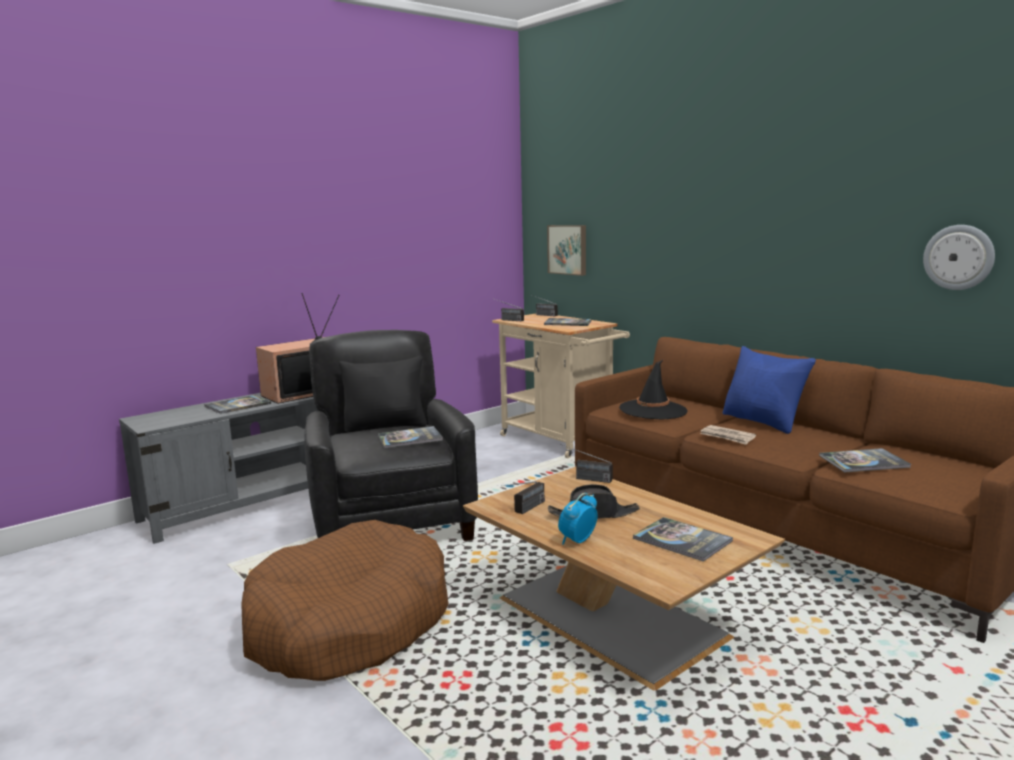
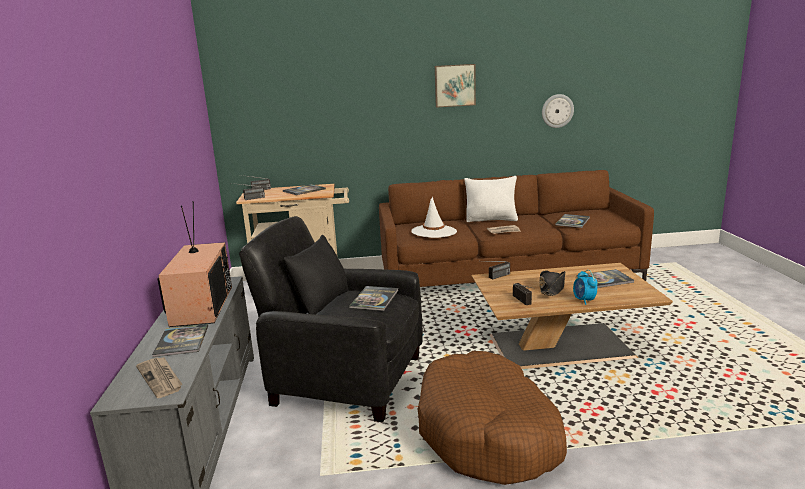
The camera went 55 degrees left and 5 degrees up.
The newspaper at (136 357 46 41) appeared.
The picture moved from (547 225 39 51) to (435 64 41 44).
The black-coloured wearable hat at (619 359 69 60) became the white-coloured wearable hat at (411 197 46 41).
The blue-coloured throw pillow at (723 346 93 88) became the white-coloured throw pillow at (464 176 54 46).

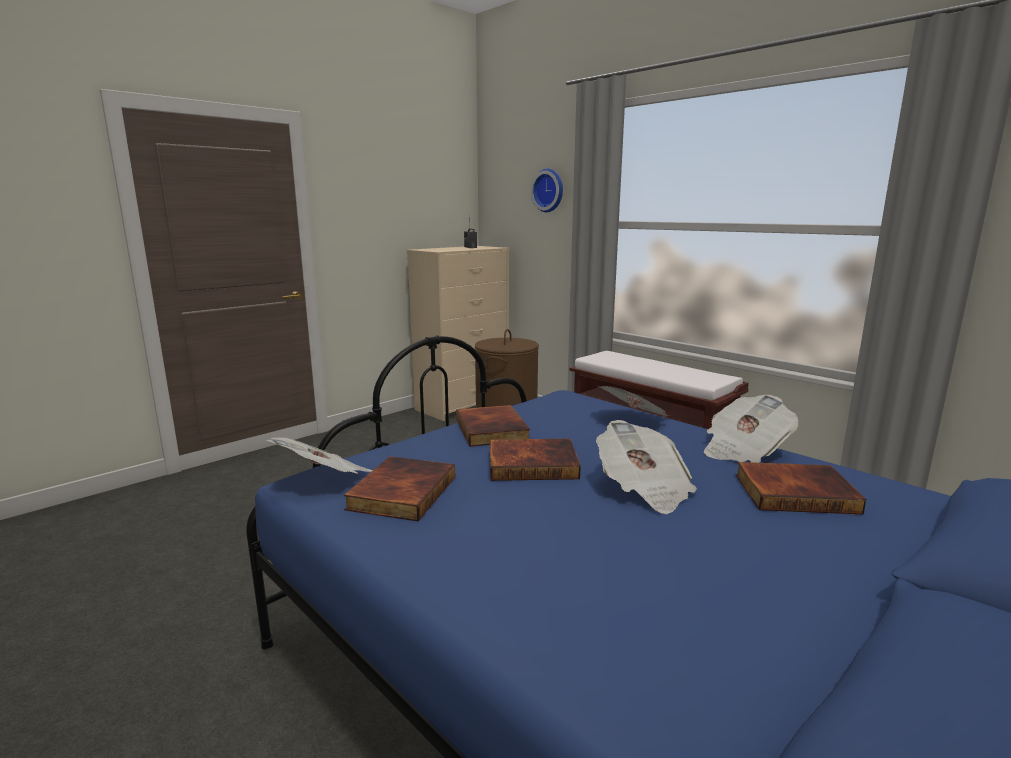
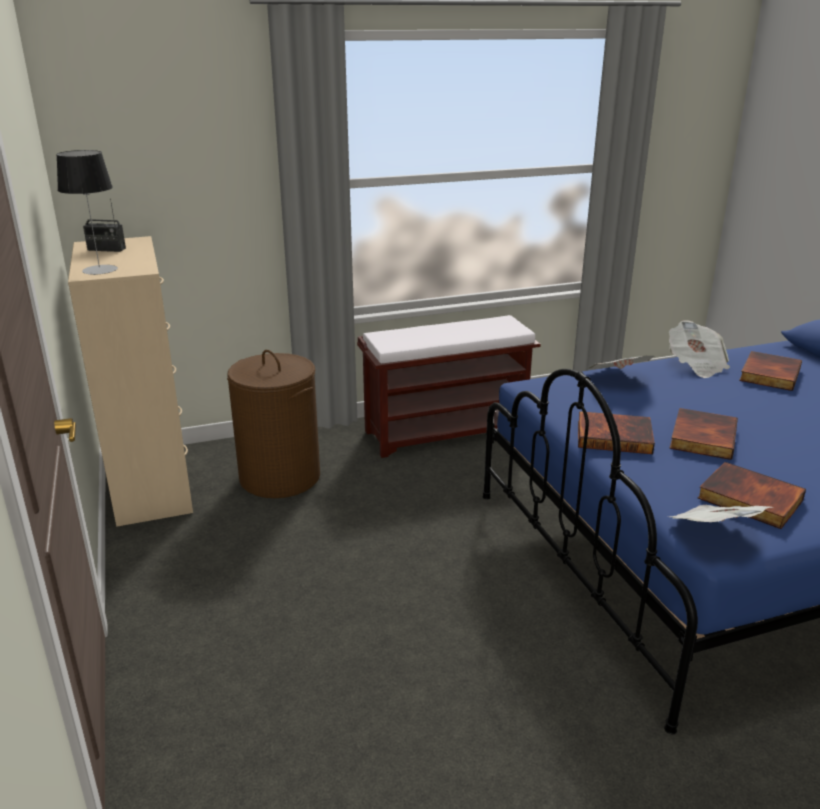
The camera went 65 degrees left and 10 degrees up.
The hanging clock at (531 169 32 43) disappeared.
The newspaper at (596 420 101 94) disappeared.
The table lamp at (56 150 62 125) appeared.

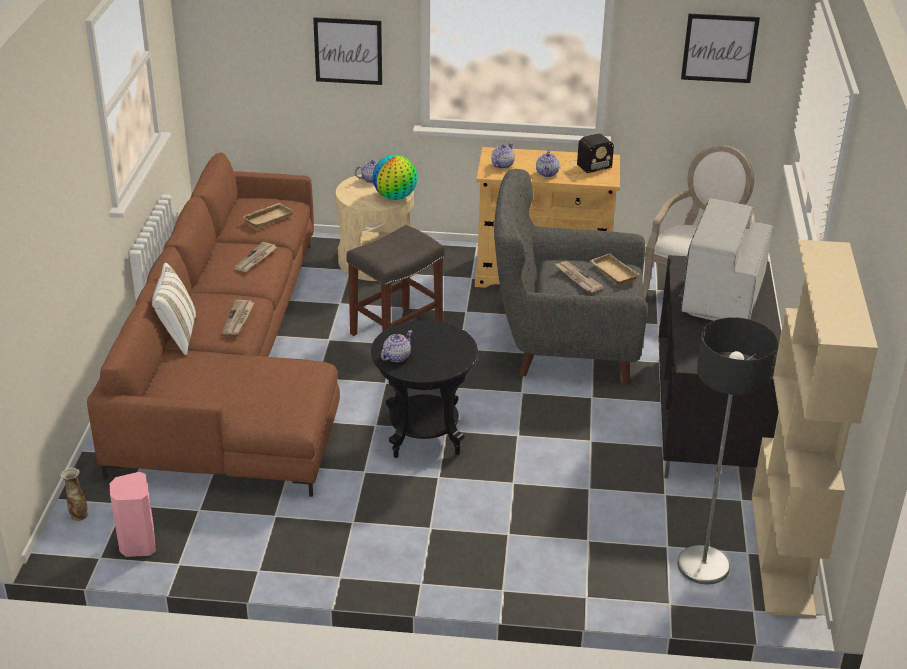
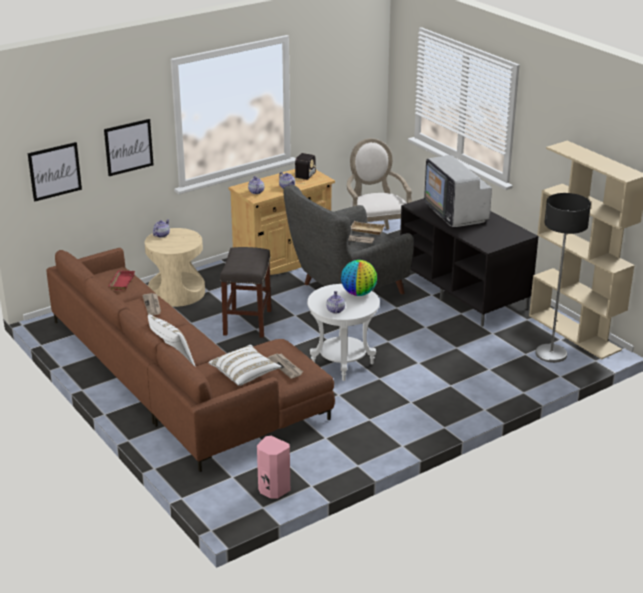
The camera went 40 degrees left and 5 degrees down.
The flower vase at (60 467 28 54) disappeared.
The white-coloured throw pillow at (208 344 73 42) appeared.
The newspaper moved from (222 300 32 35) to (267 354 36 25).
The globe moved from (372 155 45 45) to (341 260 36 36).
The picture moved from (681 14 79 69) to (27 142 55 60).
The sand-coloured tray at (242 203 51 26) became the red-coloured tray at (109 270 26 20).
The black-coloured side table at (371 320 107 138) became the white-coloured side table at (307 284 73 97).

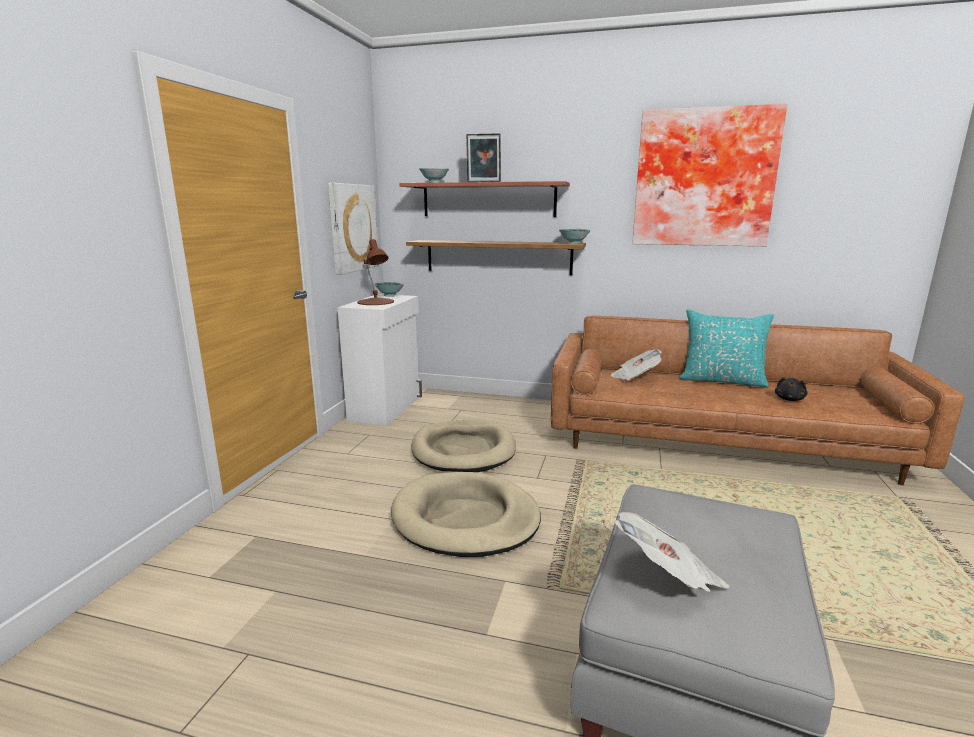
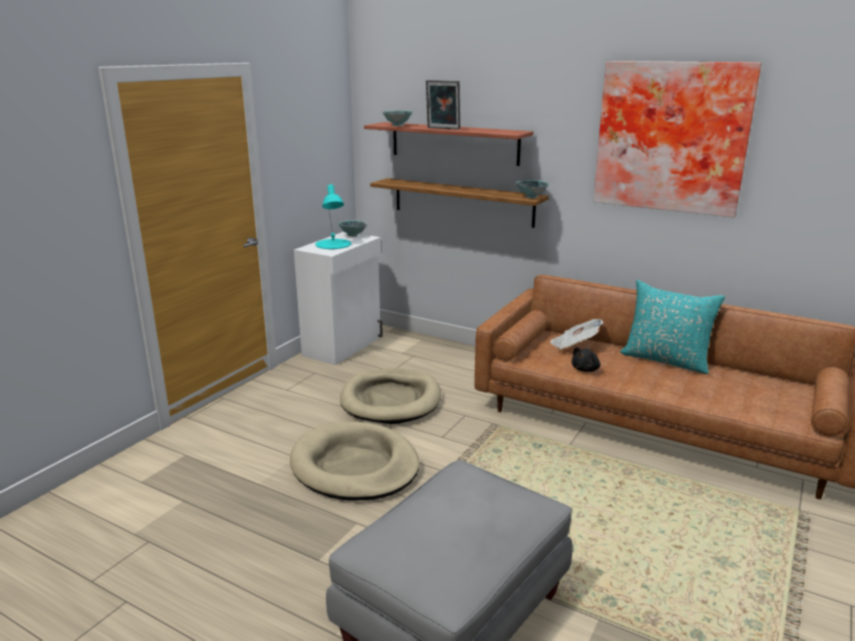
The camera went 15 degrees right and 5 degrees up.
The picture at (328 183 51 92) disappeared.
The newspaper at (614 512 116 80) disappeared.
The black-coloured cuddly toy moved from (775 377 32 24) to (571 347 29 25).
The brown-coloured table lamp at (357 239 37 66) became the turquoise table lamp at (315 184 36 65).

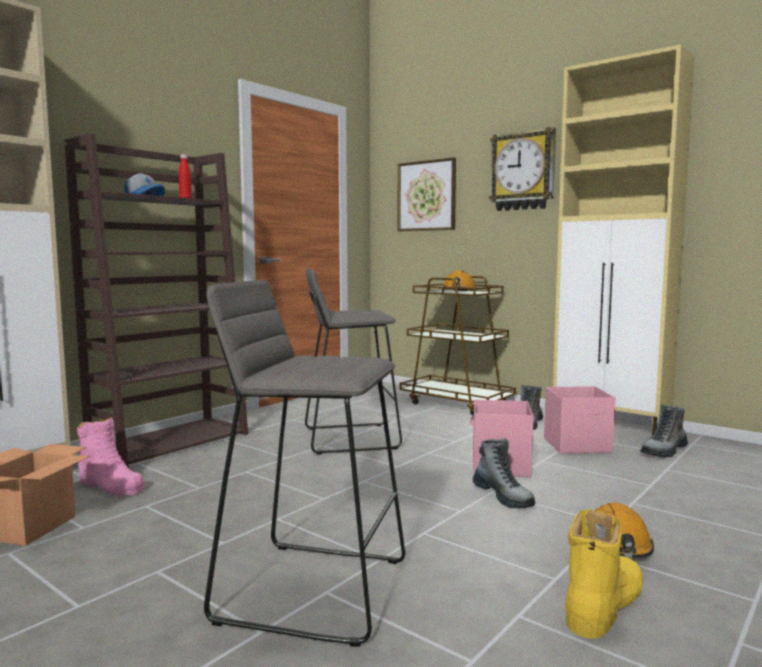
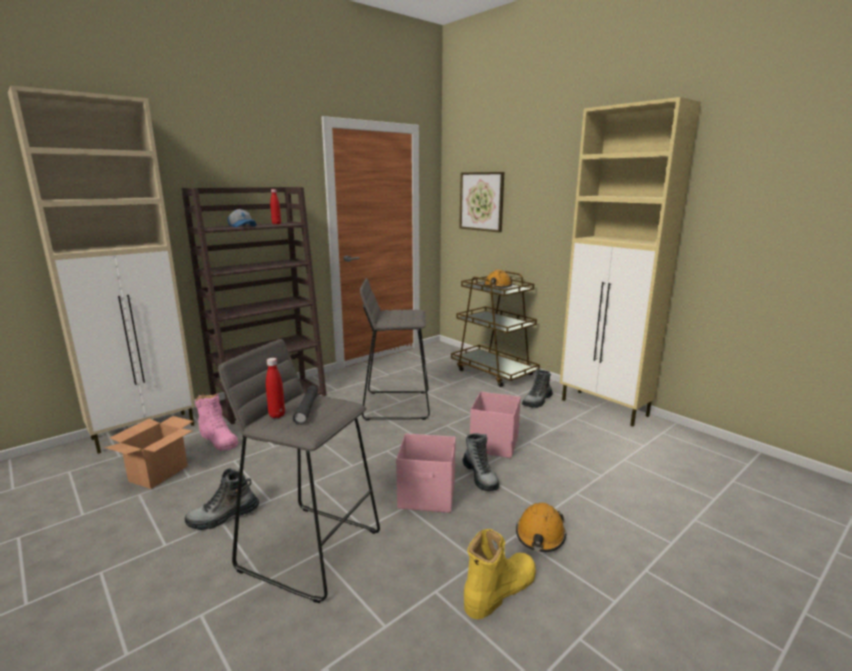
The camera went 10 degrees right and 10 degrees up.
The hanging clock at (489 127 67 84) disappeared.
The red-coloured beverage bottle at (266 358 19 60) appeared.
The grey hand torch at (293 385 25 40) appeared.
The pinkish storage container moved from (544 386 71 68) to (396 433 60 80).
The high-top boot moved from (640 404 48 54) to (185 468 74 62).

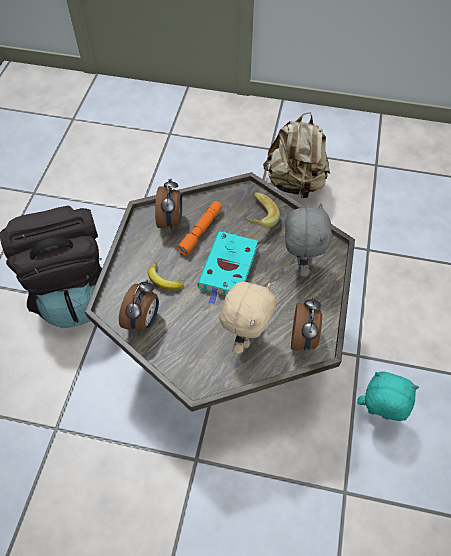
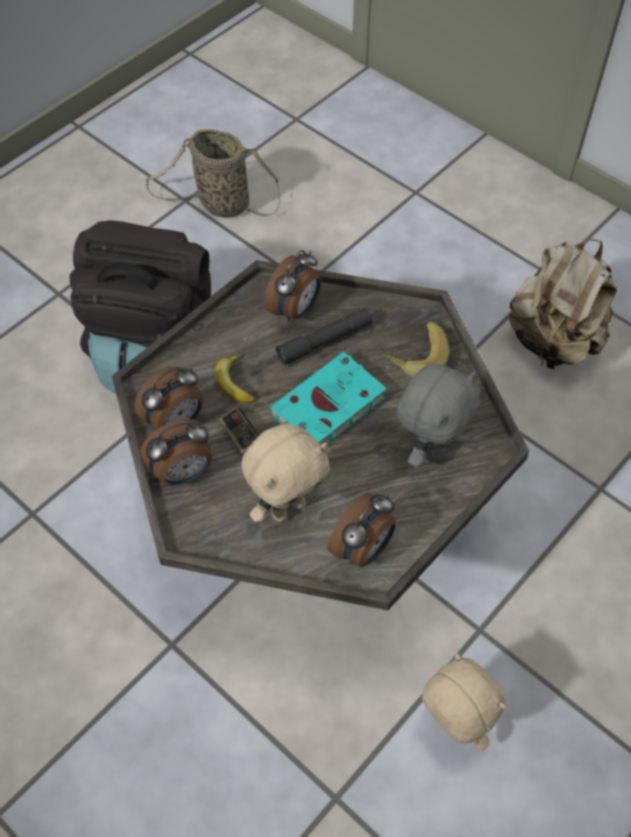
The camera went 30 degrees right and 0 degrees up.
The table clock at (141 419 71 66) appeared.
The storage basket at (146 129 134 88) appeared.
The joypad at (219 407 40 48) appeared.
The orange hand torch at (177 201 45 55) became the grey hand torch at (275 308 98 57).
The turquoise cuddly toy at (357 371 62 50) became the sand-coloured cuddly toy at (422 653 84 98).

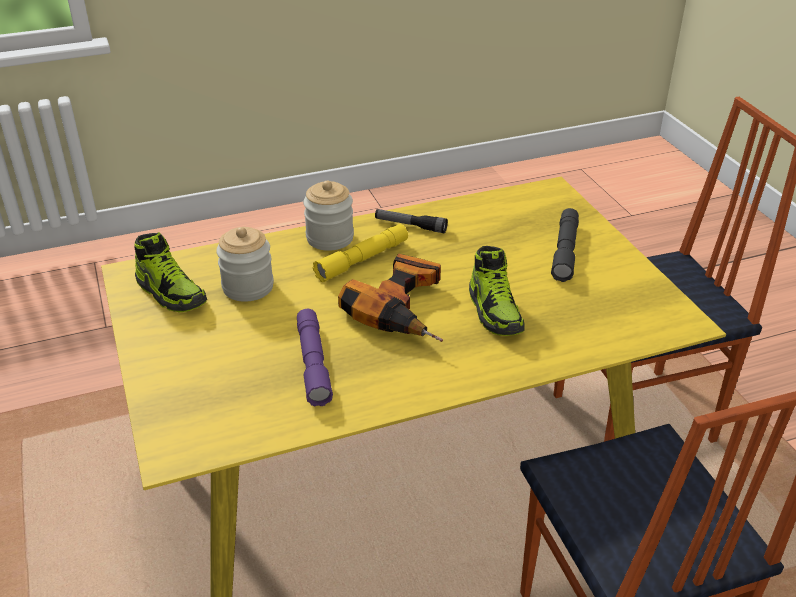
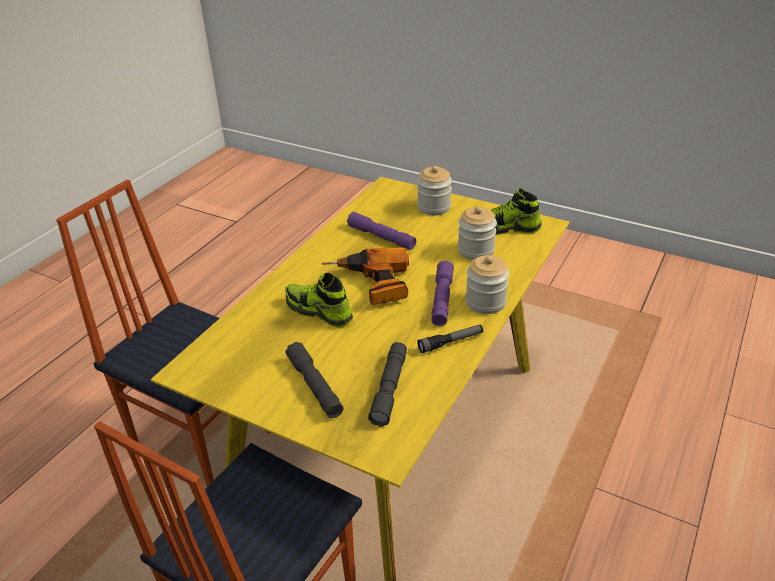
The camera went 140 degrees right and 0 degrees up.
The grey hand torch at (368 342 39 85) appeared.
The storage jar at (417 166 35 49) appeared.
The yellow hand torch at (313 224 95 58) became the purplish hand torch at (431 261 23 65).

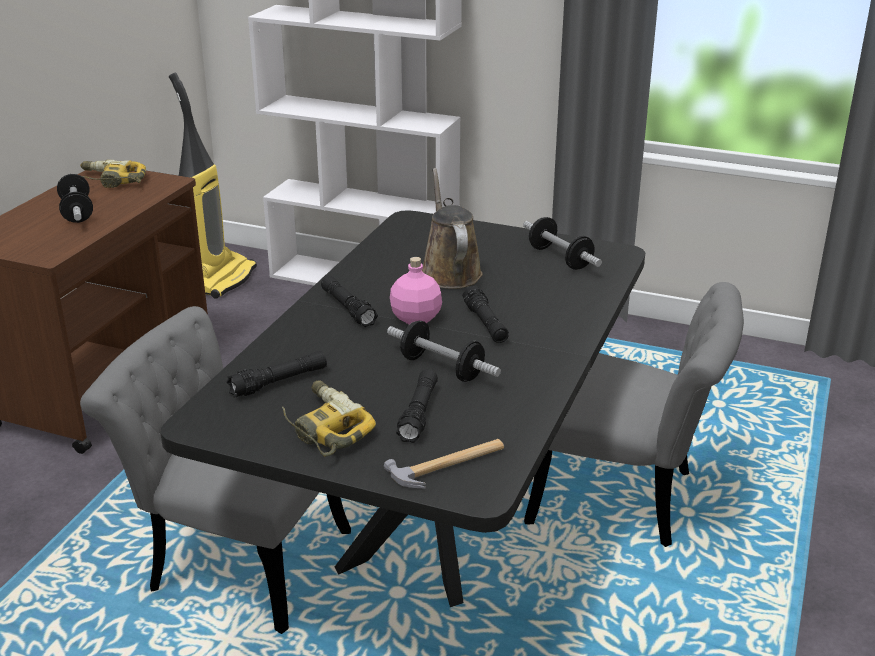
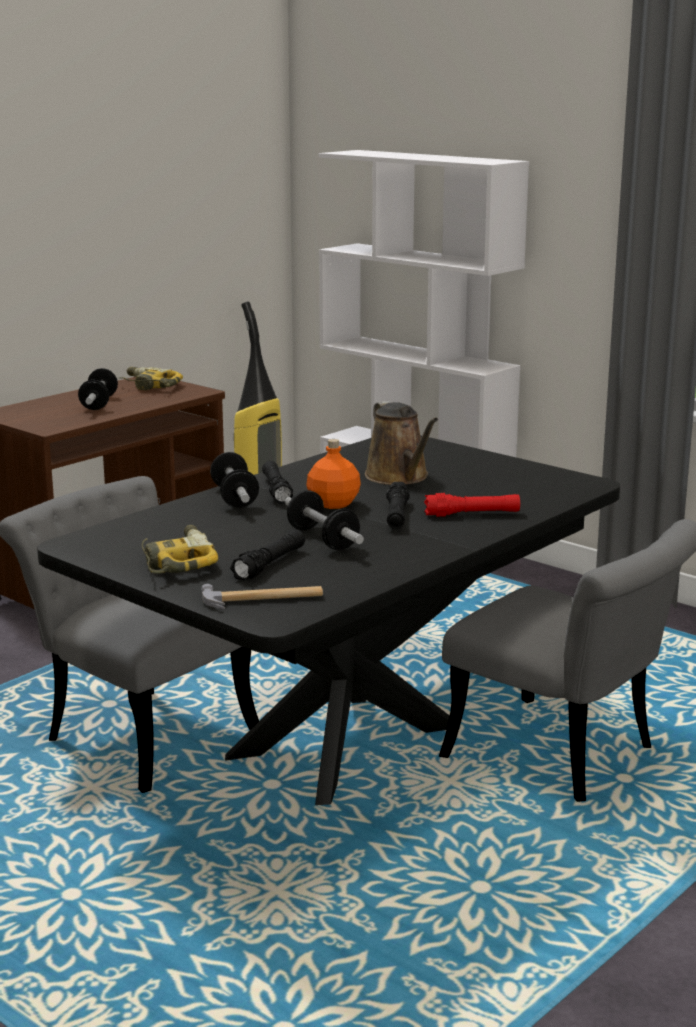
The camera went 20 degrees right and 10 degrees down.
The black-coloured hand torch at (226 351 101 47) disappeared.
The red-coloured hand torch at (424 493 96 24) appeared.
The hand weight moved from (523 217 79 53) to (210 452 49 56).
The pinkish beverage bottle at (390 257 52 67) became the orange beverage bottle at (306 439 55 70).
The brown-coloured sprinkling can at (422 168 60 121) turned 150 degrees clockwise.

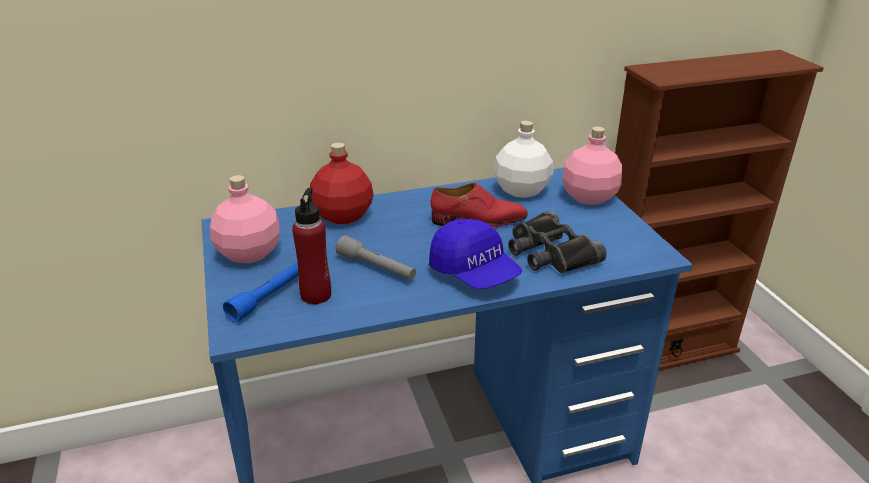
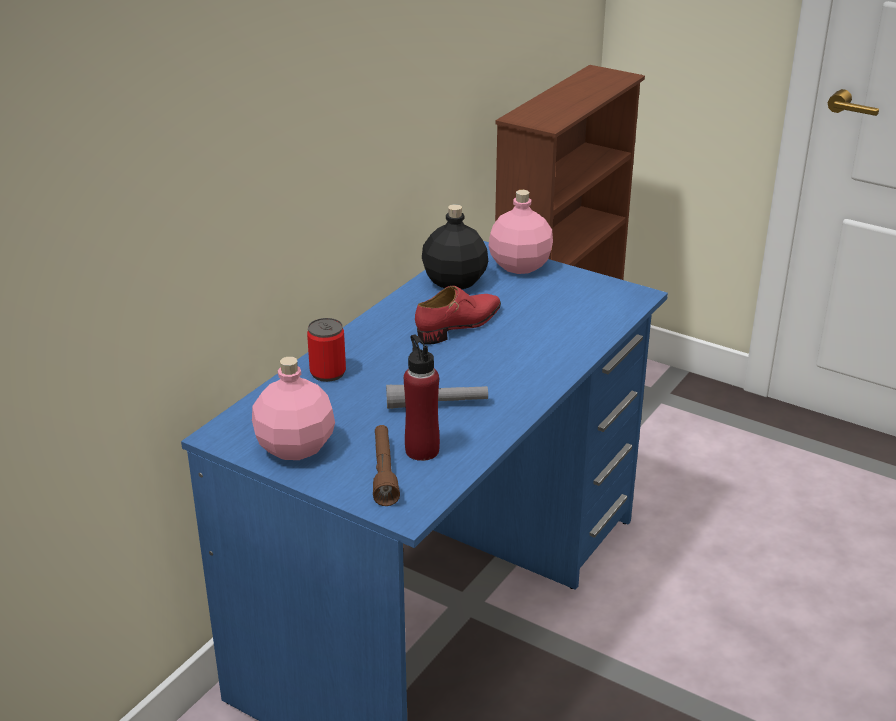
The camera went 40 degrees left and 0 degrees up.
The blue-coloured cap at (429 219 93 70) disappeared.
The black-coloured field glasses at (509 210 98 63) disappeared.
The red-coloured beverage bottle at (310 143 63 81) was replaced by the metal can at (307 318 39 64).
The blue-coloured hand torch at (223 262 75 61) became the brown-coloured hand torch at (373 425 27 81).
The white-coloured beverage bottle at (494 121 59 77) became the black-coloured beverage bottle at (422 204 66 85).

